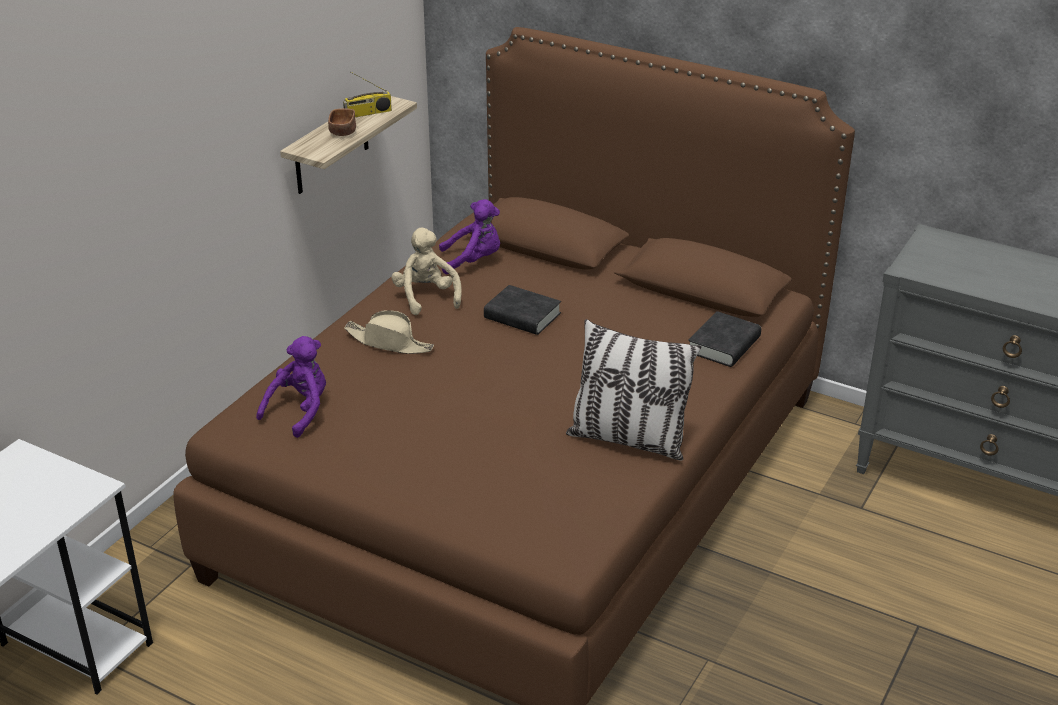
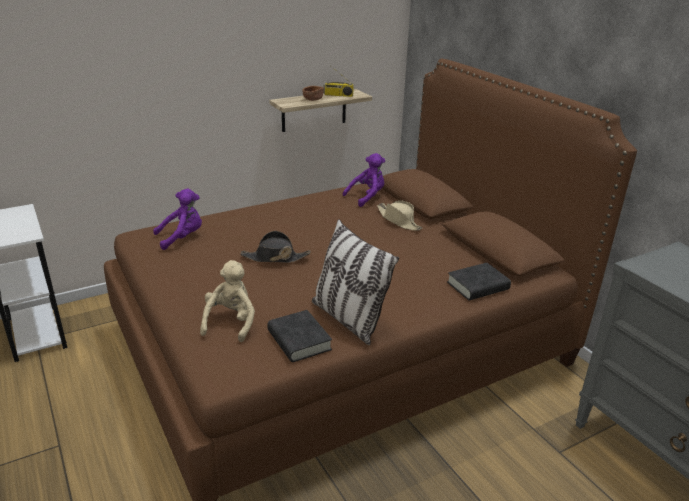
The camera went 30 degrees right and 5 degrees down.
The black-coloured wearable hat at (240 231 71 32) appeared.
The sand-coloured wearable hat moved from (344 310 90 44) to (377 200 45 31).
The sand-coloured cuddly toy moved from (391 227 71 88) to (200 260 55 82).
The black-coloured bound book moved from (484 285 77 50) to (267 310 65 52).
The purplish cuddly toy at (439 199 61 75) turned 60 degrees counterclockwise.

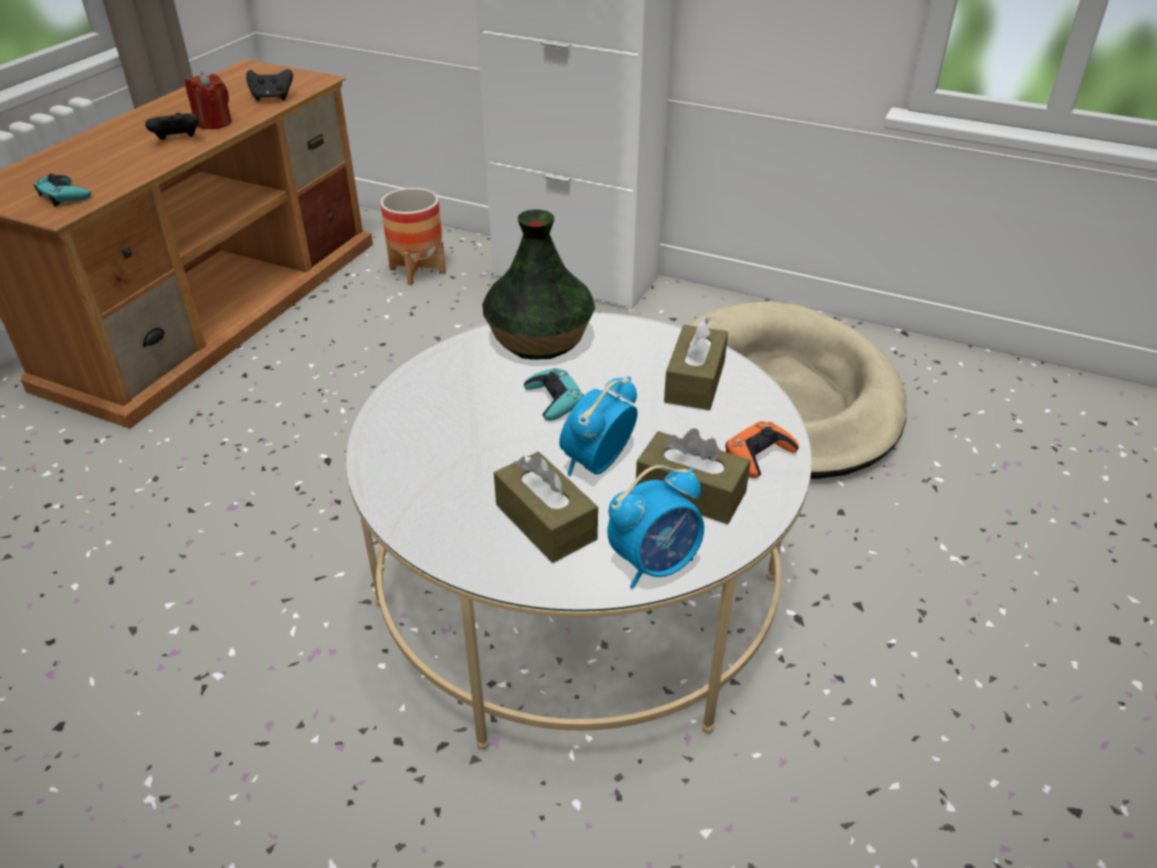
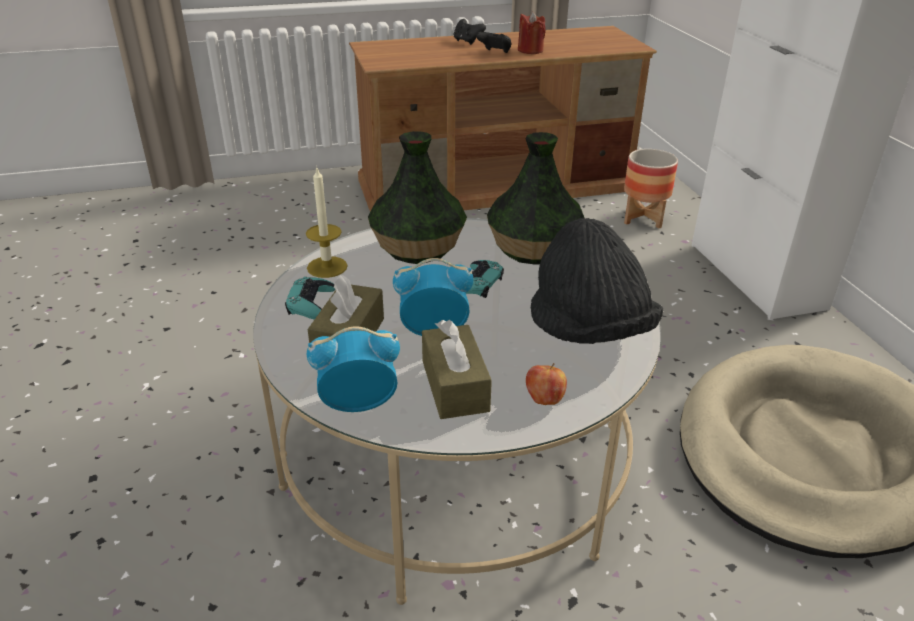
The camera went 50 degrees right and 5 degrees down.
The candle at (306 166 42 112) appeared.
The flower vase at (368 131 99 133) appeared.
The turquoise joypad moved from (34 174 57 33) to (285 277 50 42).
The black-coloured joypad moved from (246 69 47 32) to (454 19 32 26).
The brown-coloured tissue box at (664 316 64 94) was replaced by the black-coloured wearable hat at (531 218 133 126).
The orange joypad at (726 421 73 57) was replaced by the apple fruit at (526 363 41 42).
The table clock at (608 465 96 124) turned 150 degrees clockwise.

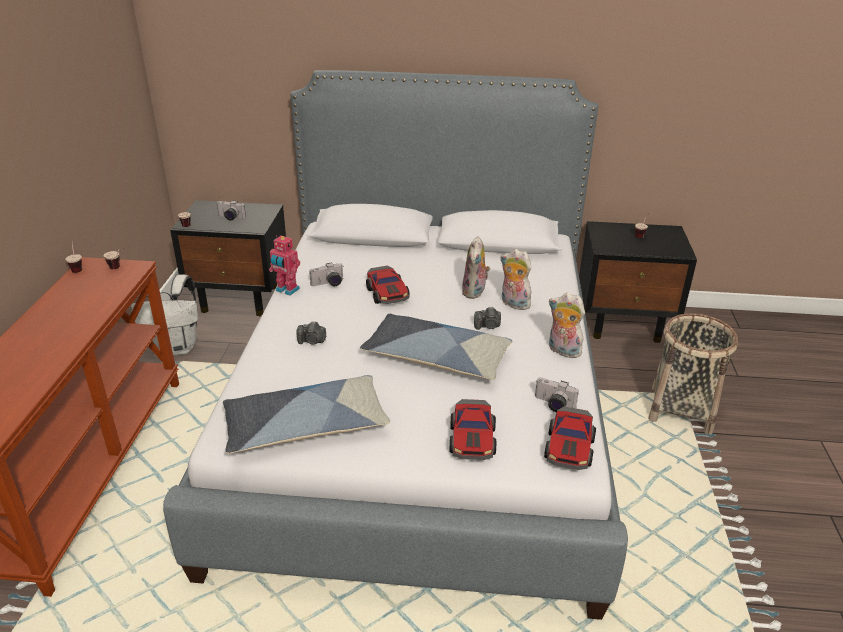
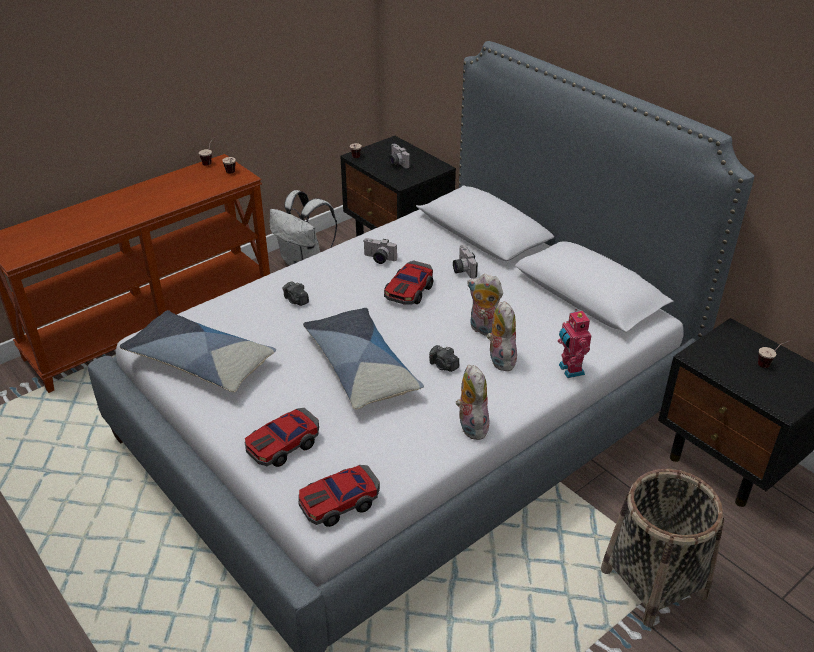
The camera went 45 degrees right and 5 degrees up.
The model robot moved from (269 235 31 61) to (558 309 34 69).
The still camera moved from (535 377 44 35) to (453 245 25 33).
The cuddly toy at (462 236 28 63) turned 60 degrees clockwise.

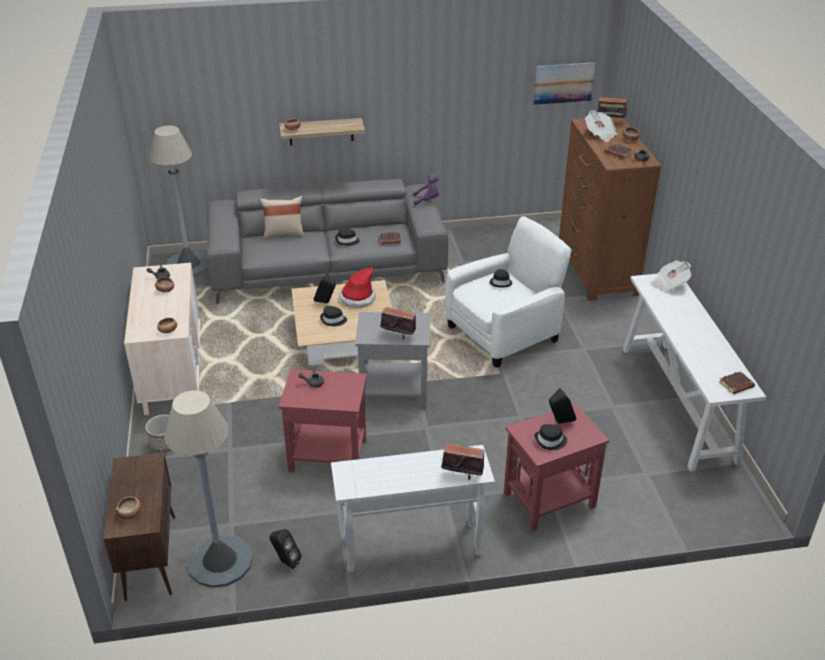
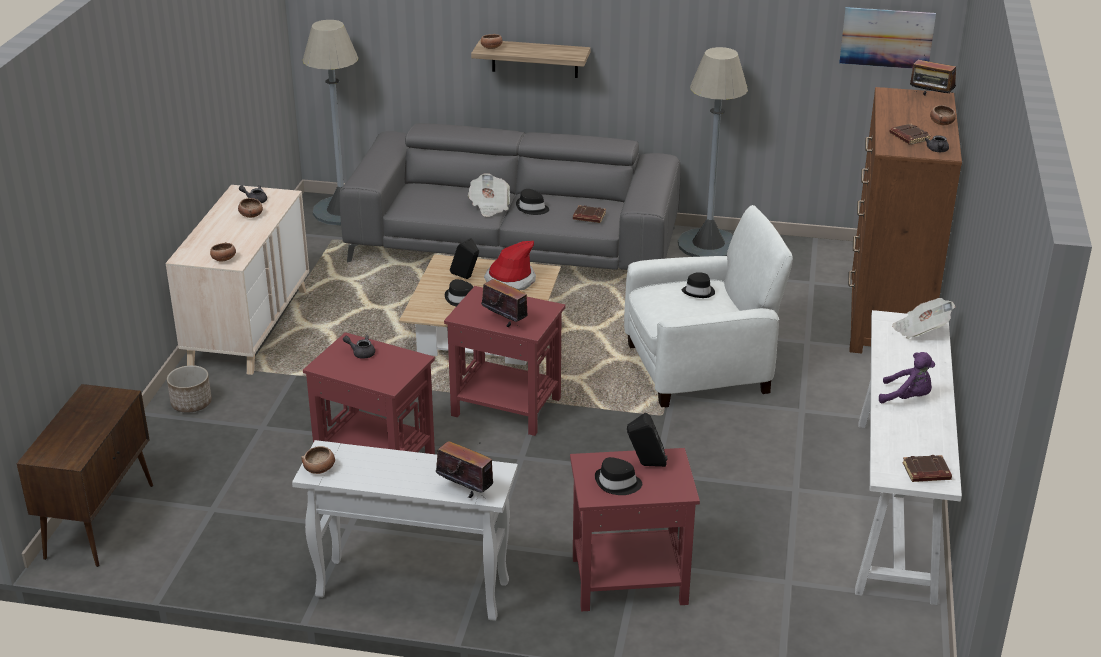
The camera went 20 degrees right and 5 degrees down.
The sand-coloured throw pillow at (260 196 44 43) disappeared.
The black-coloured loudspeaker at (269 529 33 40) disappeared.
The bowl moved from (115 497 27 22) to (301 446 34 28).
The grey standing lamp moved from (164 390 89 198) to (678 47 70 210).
The purplish cuddly toy moved from (413 174 26 31) to (879 352 56 51).
The newspaper moved from (585 110 32 32) to (468 173 42 44).
The grey side table at (355 312 75 97) became the red-coloured side table at (444 286 122 150).

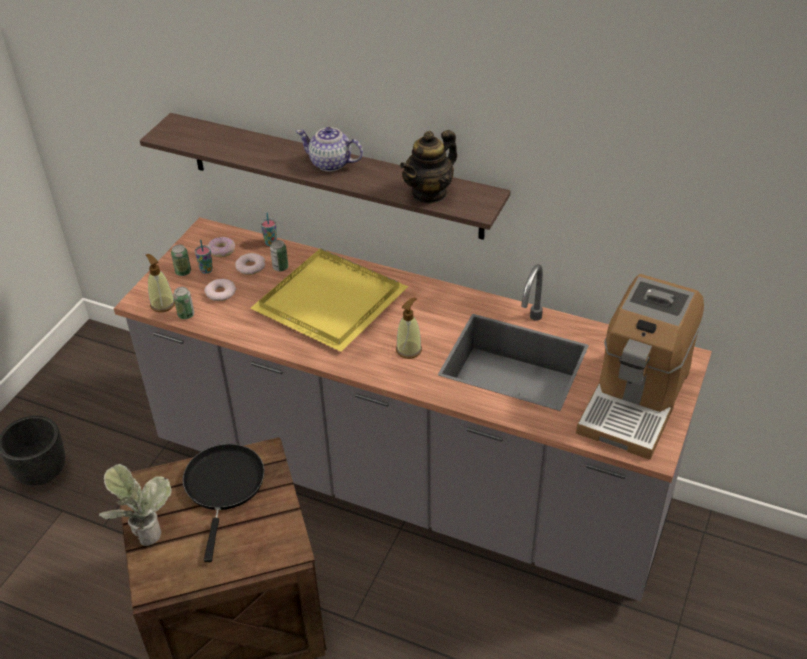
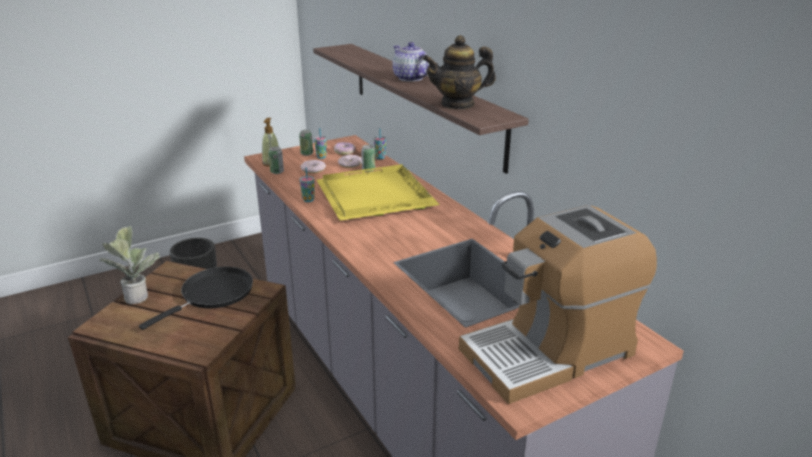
The camera went 35 degrees right and 15 degrees down.
The soap bottle at (396 297 26 62) disappeared.
The cup at (300 167 15 35) appeared.

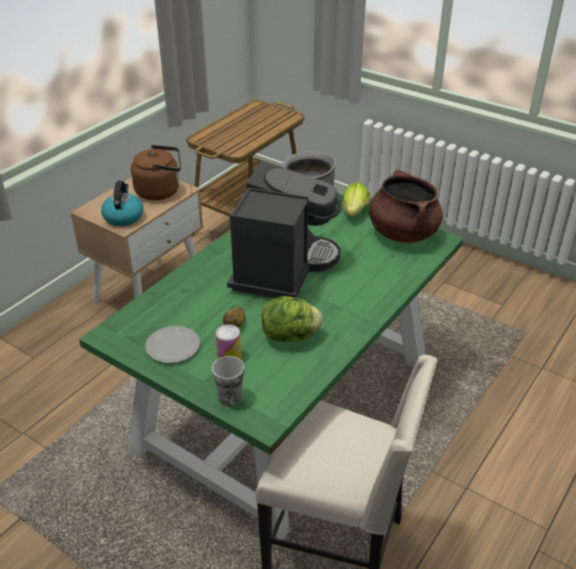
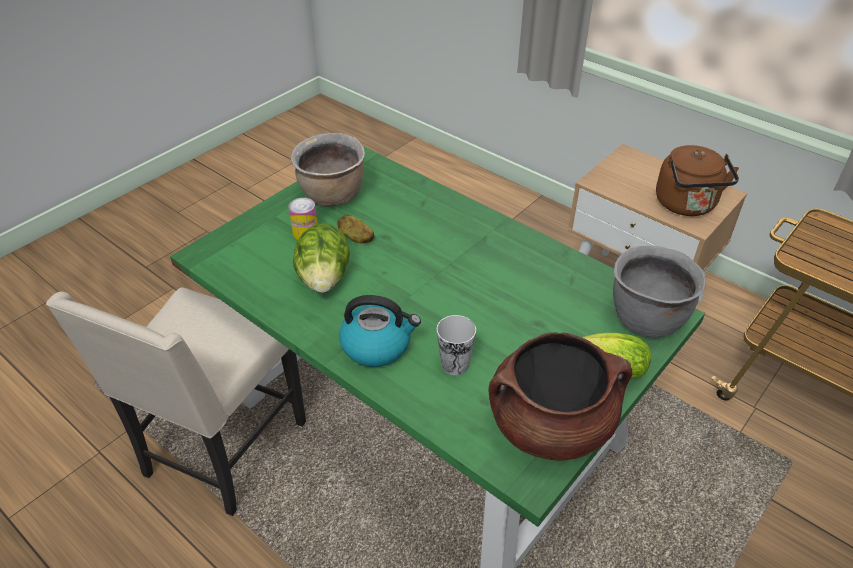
The camera went 95 degrees right and 5 degrees up.
The coffee maker at (227 160 115 138) disappeared.
The tea kettle moved from (101 181 42 45) to (339 295 82 72).
The cup moved from (212 356 32 50) to (437 315 39 60).
The plate at (145 326 55 37) was replaced by the brown-coloured saucepot at (291 133 74 74).

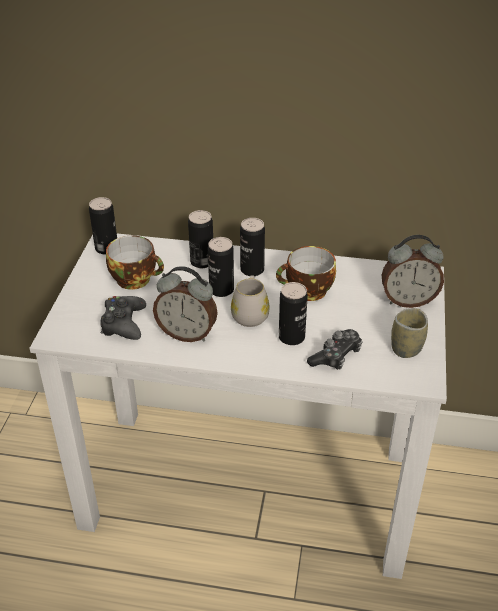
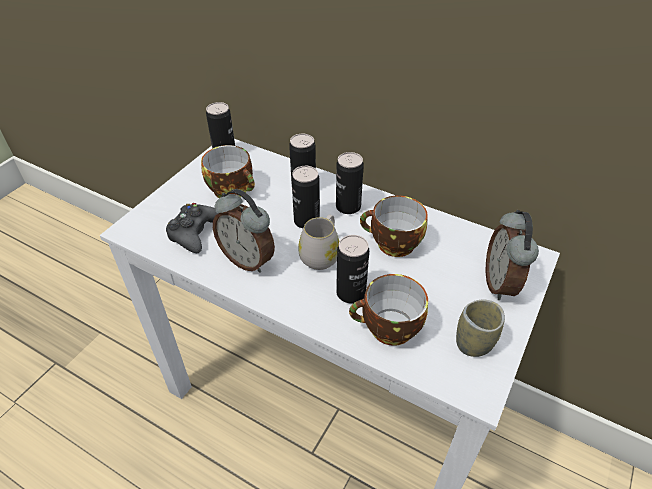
The camera went 20 degrees right and 5 degrees up.
The joypad at (307 329 56 41) was replaced by the cup at (349 274 79 72).
The table clock at (382 235 62 73) turned 75 degrees clockwise.

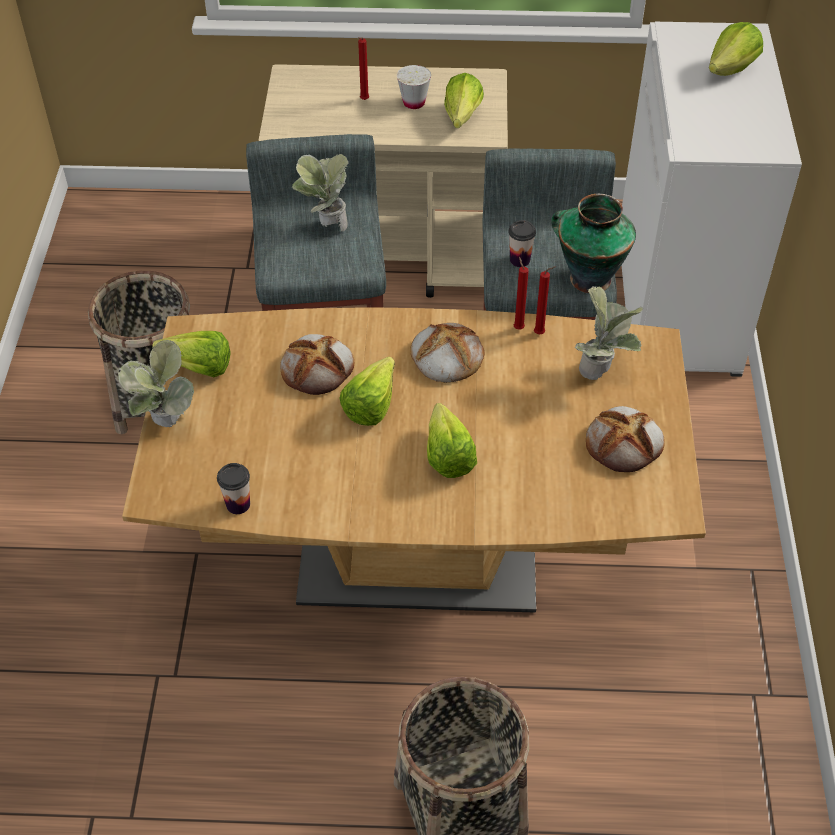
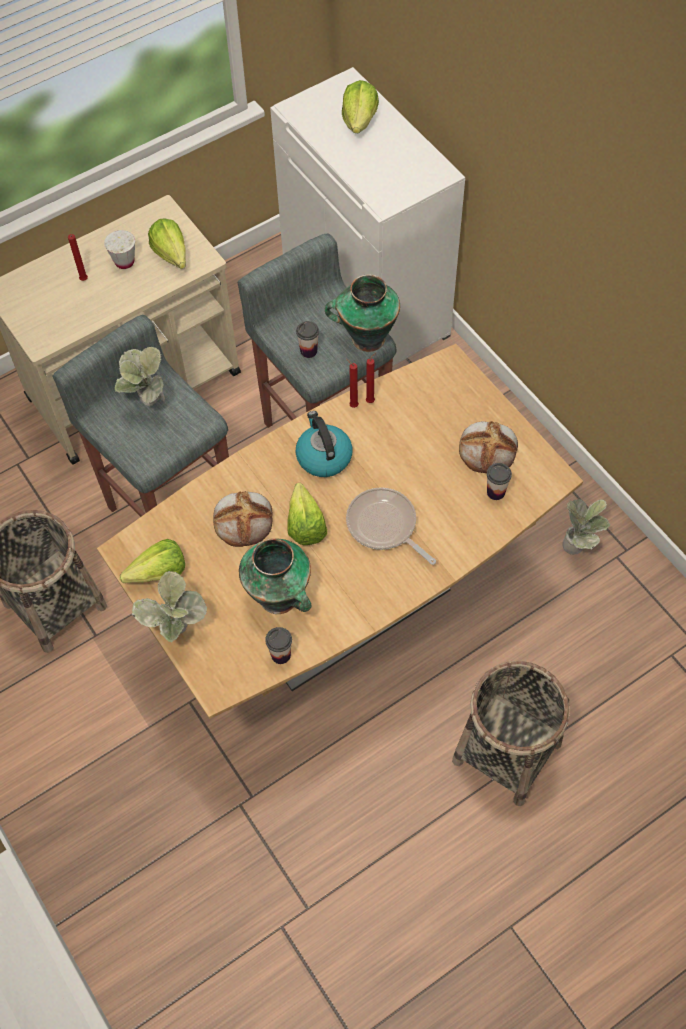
The camera went 35 degrees left and 10 degrees up.
The flower vase at (239 538 73 76) appeared.
The cup at (487 463 25 37) appeared.
The potted plant moved from (575 286 68 94) to (562 499 48 56).
The bread at (410 323 74 60) was replaced by the tea kettle at (295 411 58 66).
The head of lettuce at (427 403 50 75) was replaced by the skillet at (346 487 90 78).

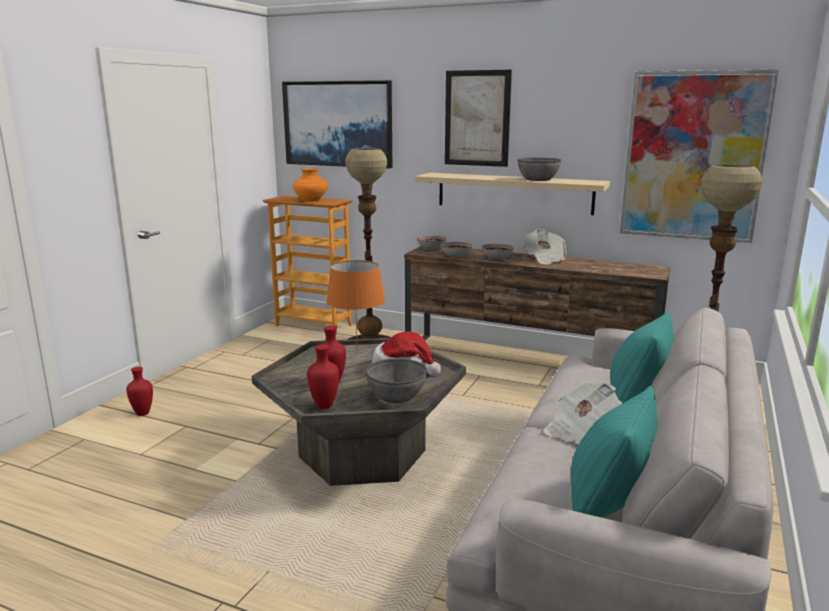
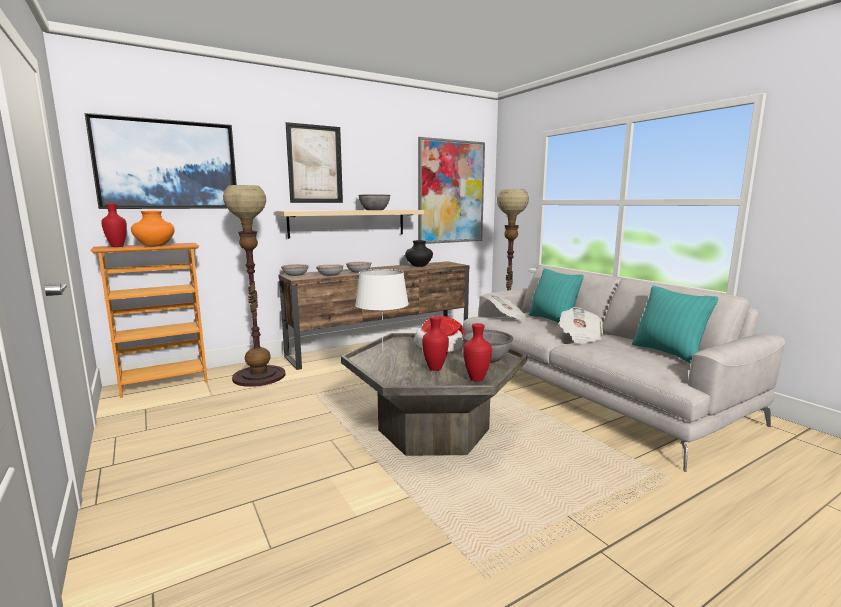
The camera went 55 degrees left and 5 degrees down.
The black-coloured flower vase at (405 240 28 27) appeared.
The red-coloured flower vase moved from (126 367 27 49) to (101 204 26 43).
The newspaper moved from (524 229 42 35) to (490 295 36 27).
The orange table lamp at (326 260 59 91) became the white-coloured table lamp at (355 269 54 81).

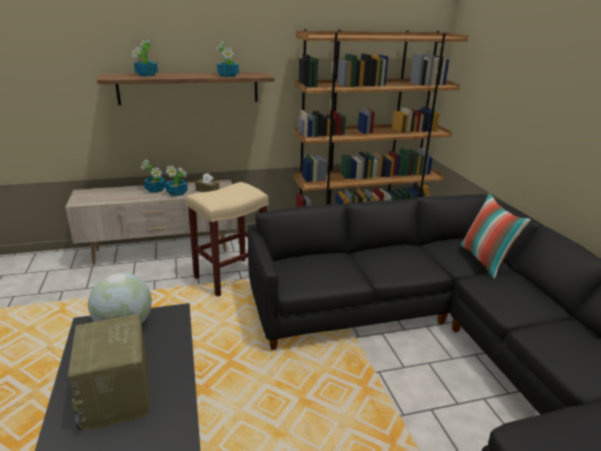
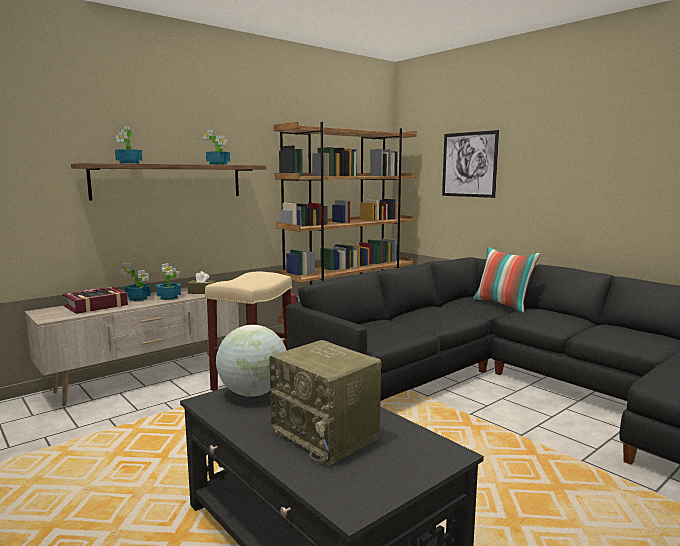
The camera went 25 degrees left and 15 degrees down.
The bound book at (63 287 65 27) appeared.
The picture at (442 130 57 68) appeared.

